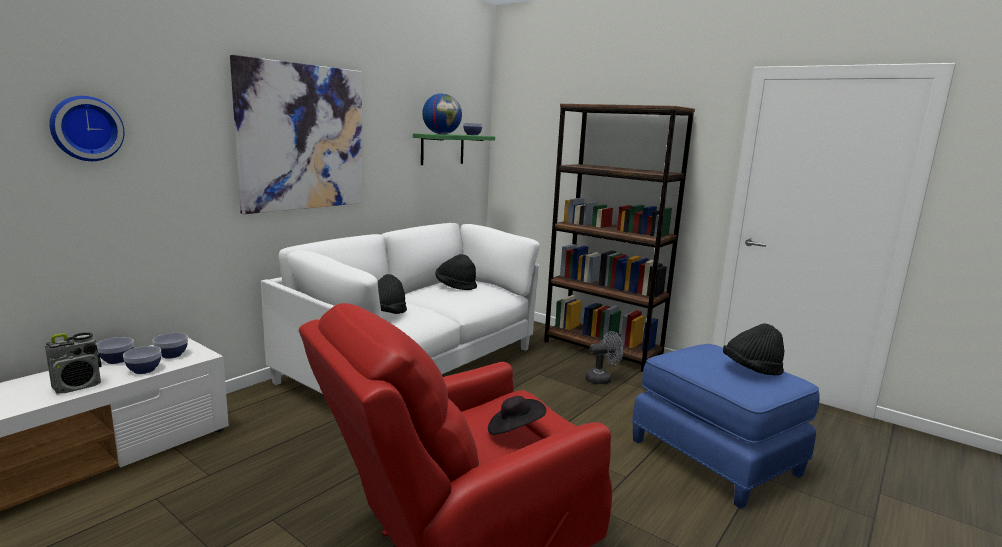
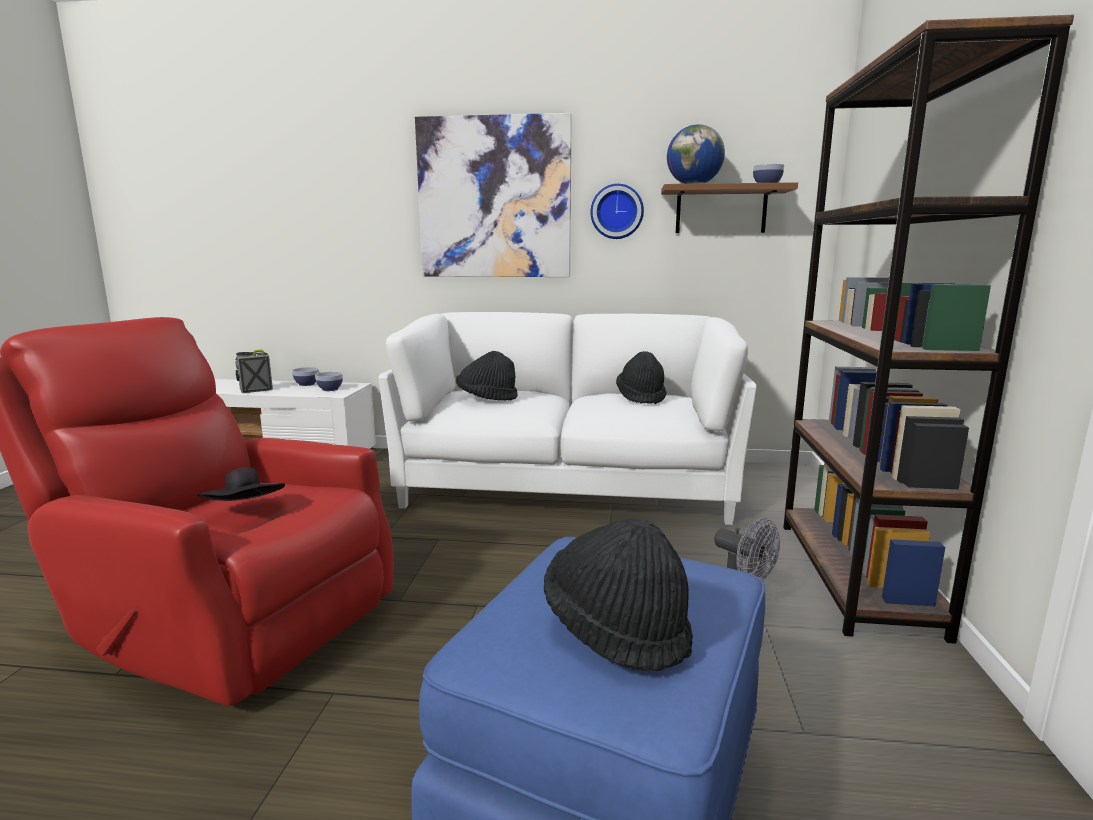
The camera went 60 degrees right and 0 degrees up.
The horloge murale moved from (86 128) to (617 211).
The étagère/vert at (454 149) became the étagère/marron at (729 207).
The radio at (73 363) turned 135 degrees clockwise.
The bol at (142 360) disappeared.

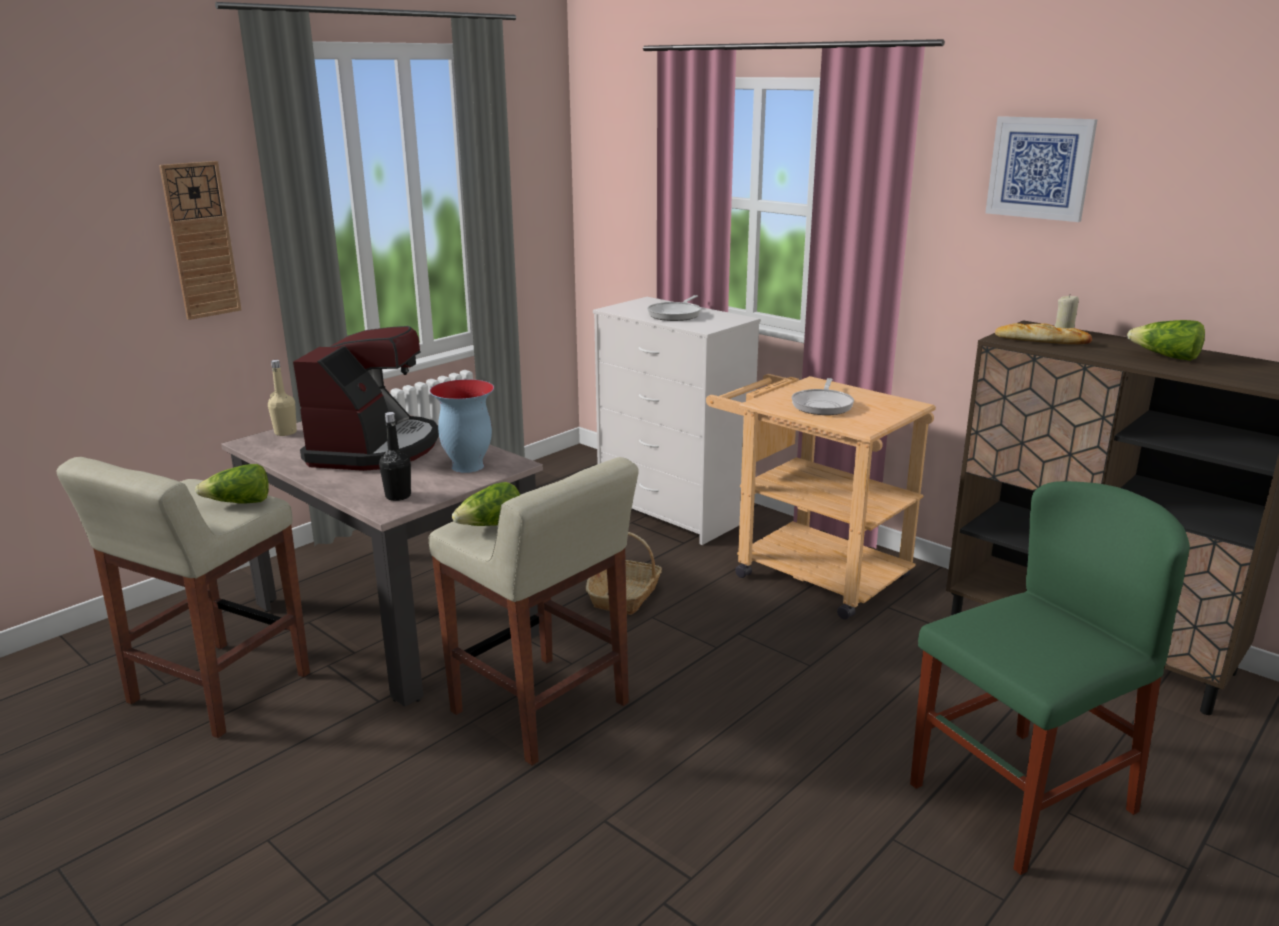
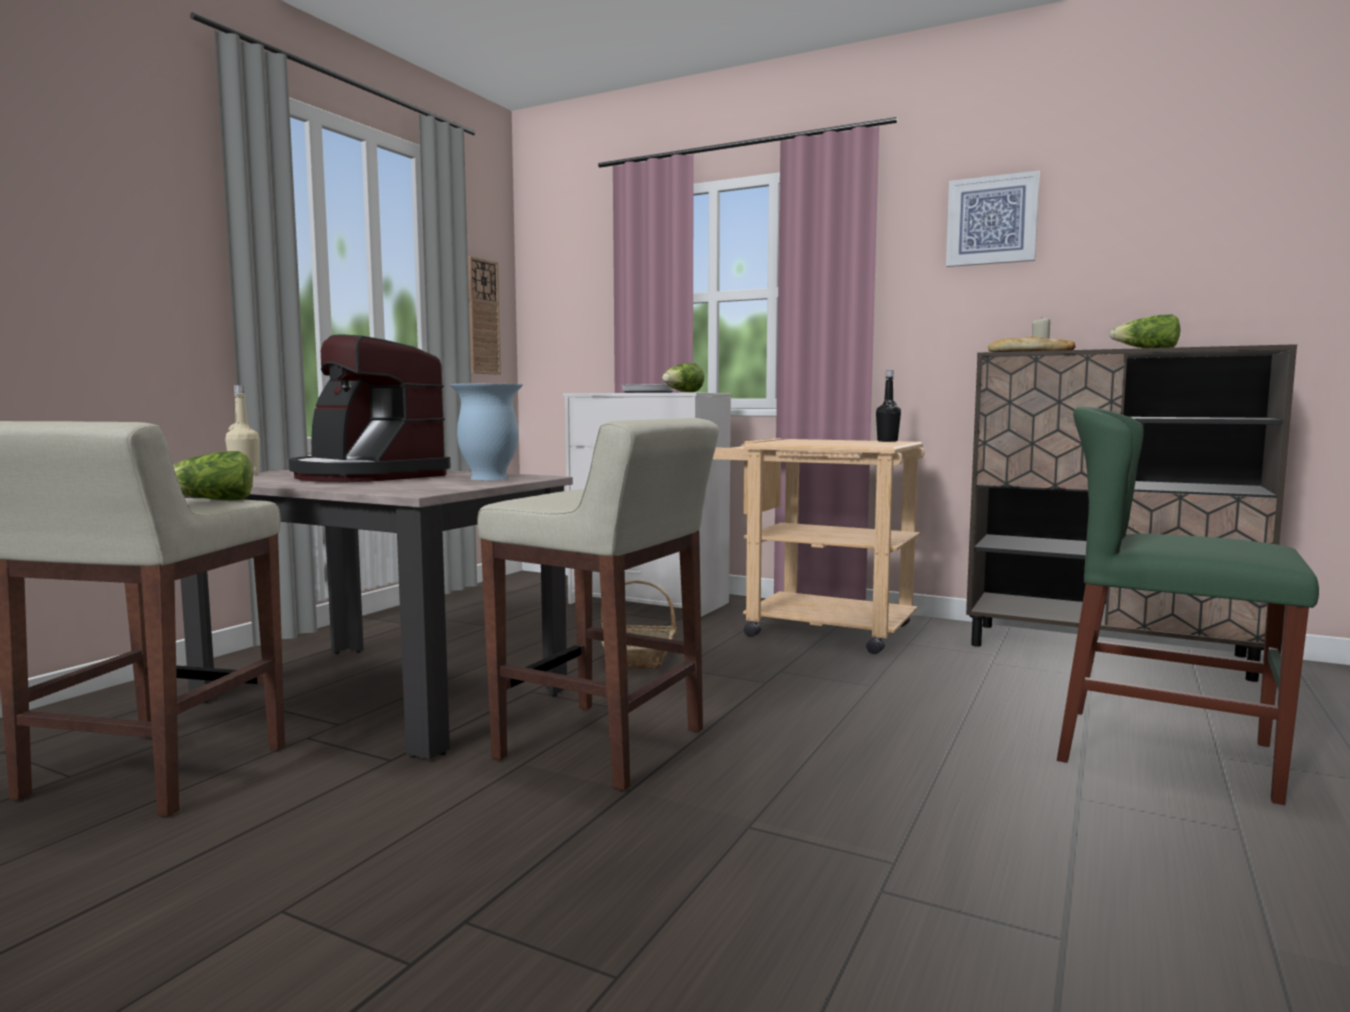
The camera went 15 degrees left and 15 degrees down.
The horloge murale moved from (200 240) to (484 315).
The machine à café at (366 398) turned 135 degrees clockwise.
The poêle at (823 396) disappeared.
The bouteille/noir moved from (395 456) to (888 406).
The chaise/vert at (1050 678) turned 105 degrees counterclockwise.
The laitue moved from (486 504) to (683 377).

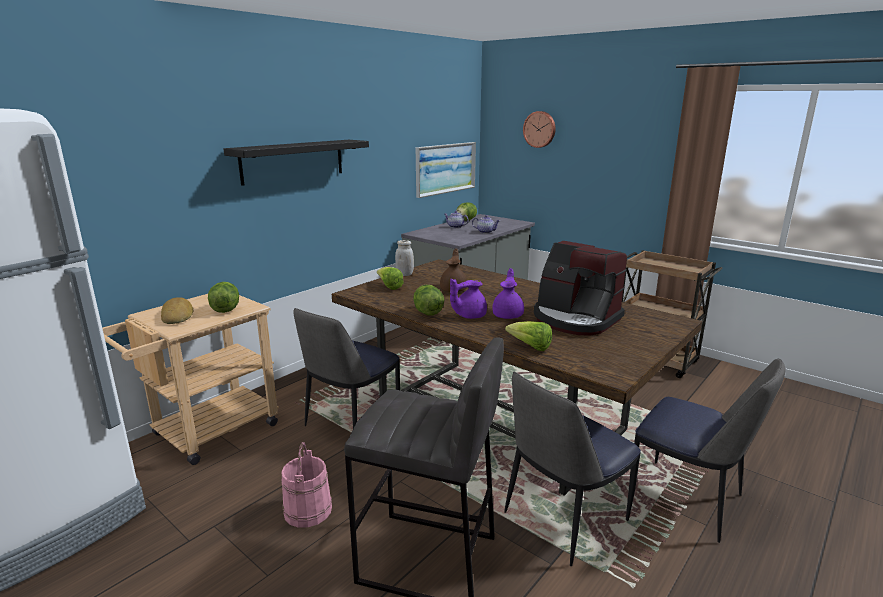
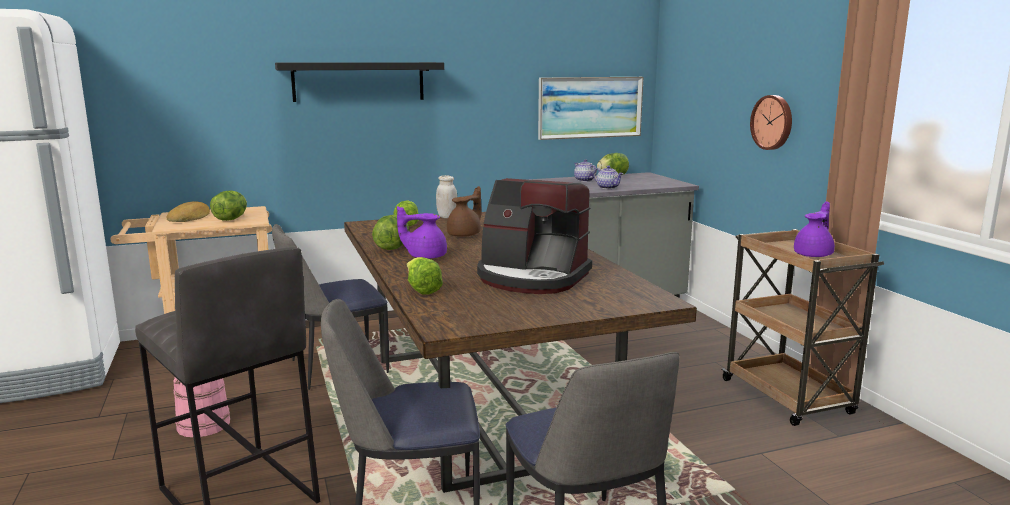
The camera went 30 degrees right and 5 degrees down.
The horloge murale moved from (539 129) to (771 122).
The machine à café at (580 288) turned 45 degrees counterclockwise.
The théière/violet moved from (508 293) to (814 229).

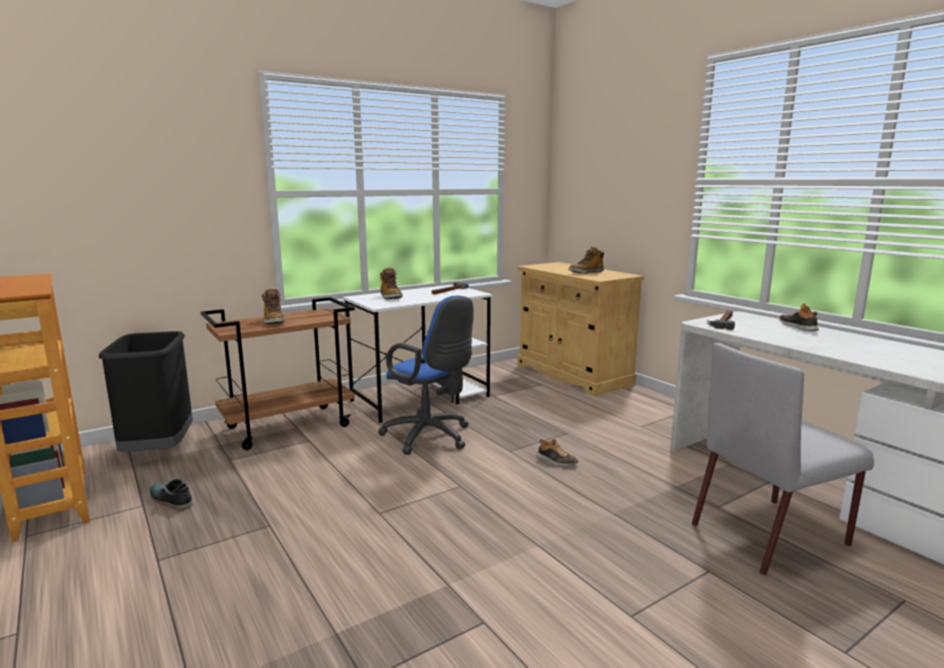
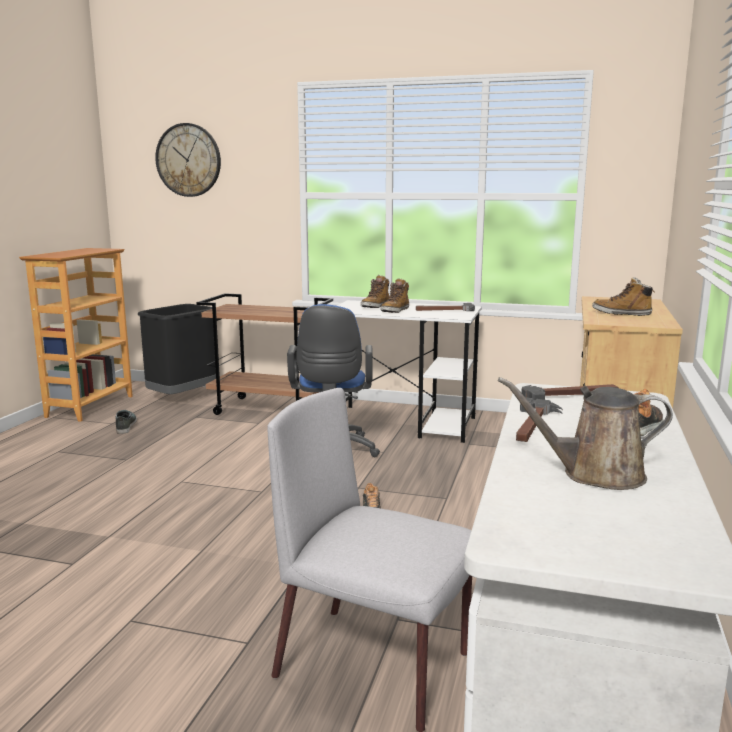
The camera went 50 degrees right and 0 degrees up.
The botte moved from (273 306) to (394 295).
The horloge murale at (188 160) appeared.
The arrosoir/marron at (585 433) appeared.
The marteau at (539 419) appeared.

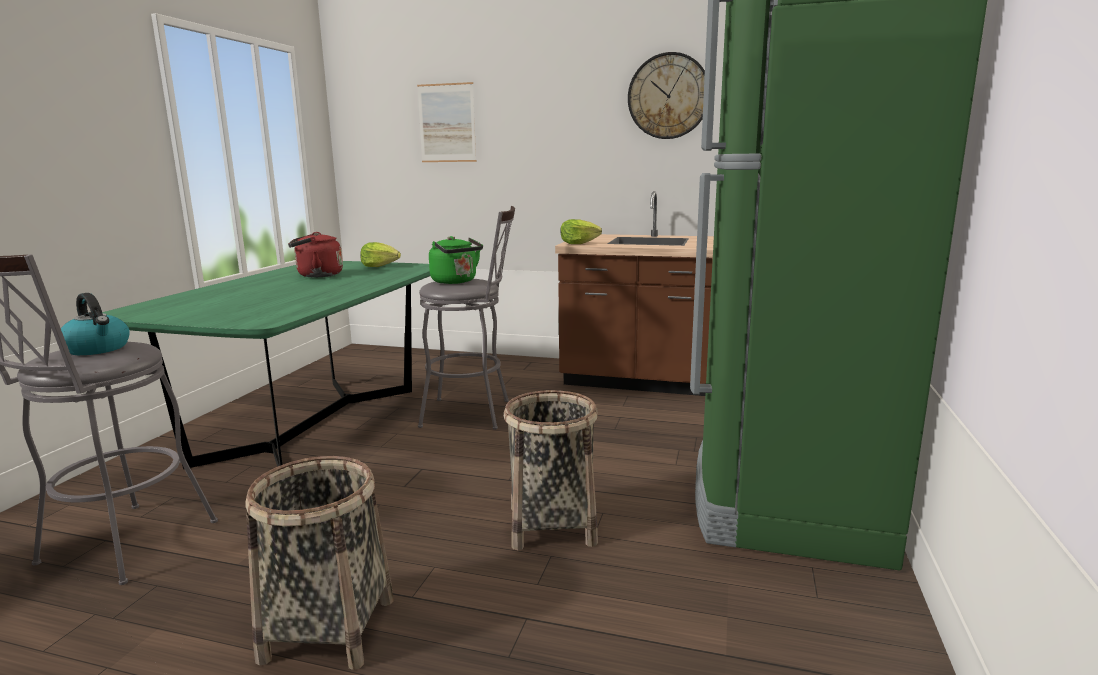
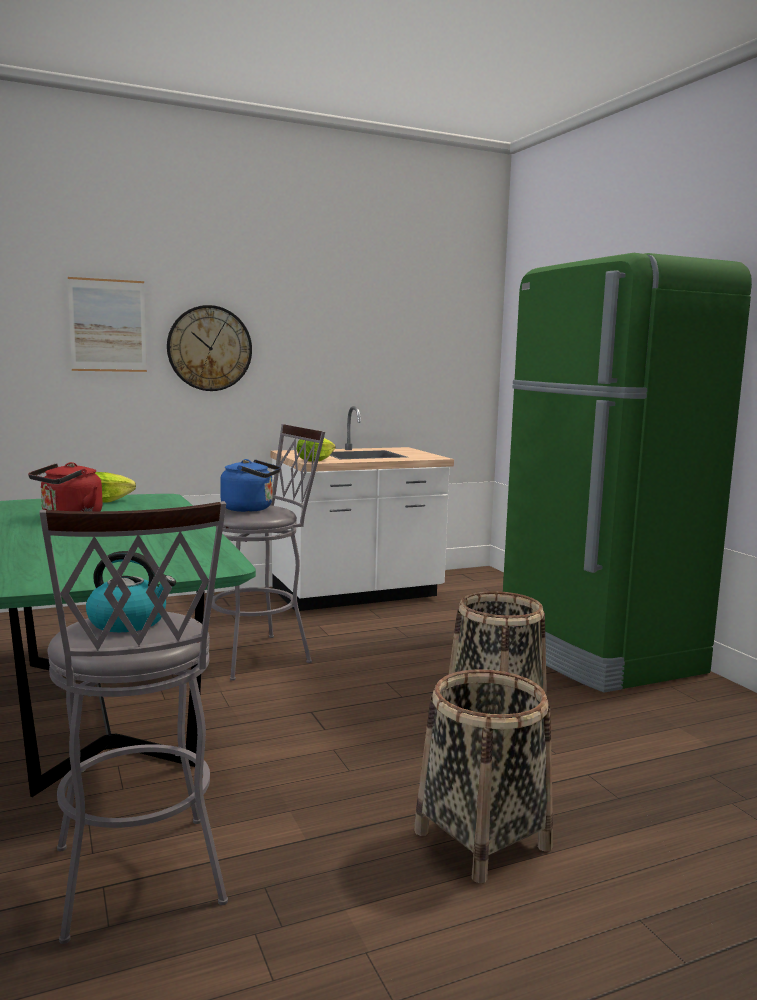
The camera went 40 degrees left and 5 degrees down.
The horloge murale moved from (666 95) to (209 348).
The comptoir de cuisine/marron at (634 293) became the comptoir de cuisine/blanc at (362 508).
The bouilloire/vert at (456 260) became the bouilloire/bleu at (250 485).

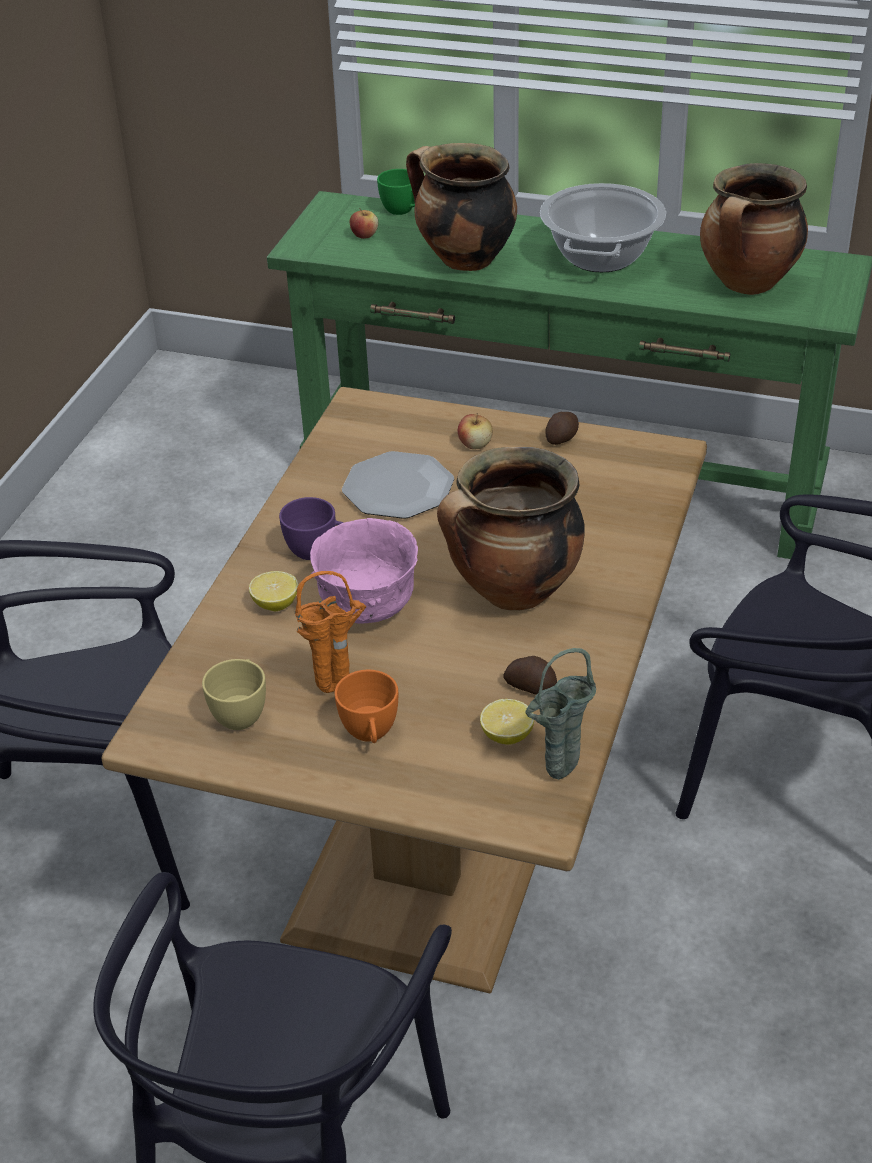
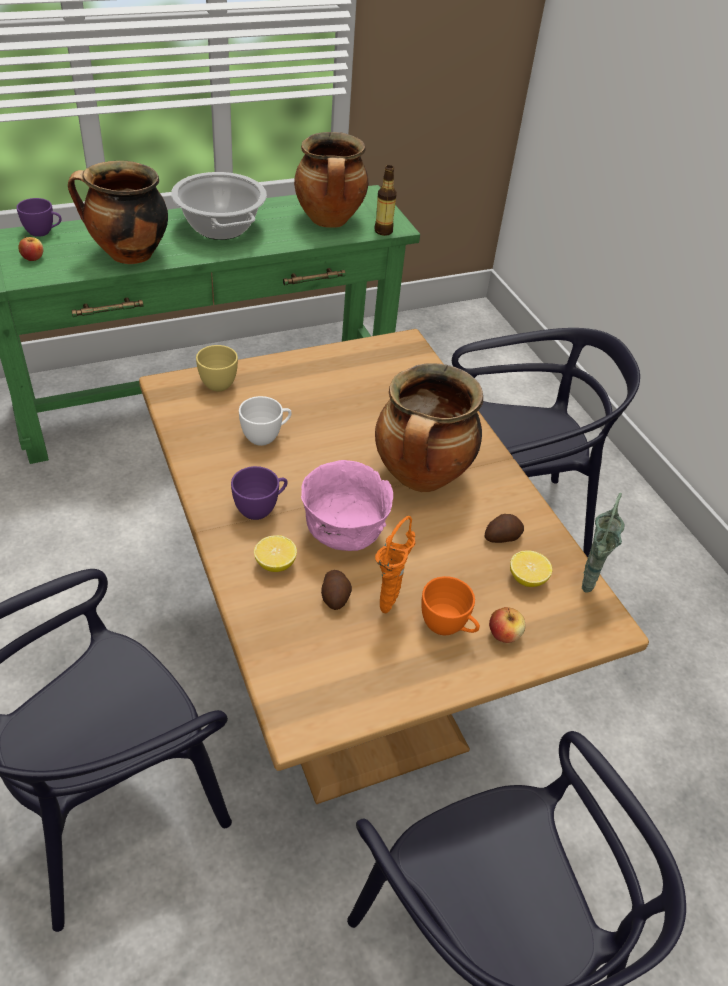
The camera went 45 degrees left and 5 degrees up.
The tasse/vert at (396 192) became the tasse/violet at (39 217).
The pomme de terre moved from (562 428) to (336 590).
The pomme moved from (475 431) to (507 625).
The assiette at (398 485) was replaced by the tasse/blanc at (265 421).
The tasse/jaune moved from (234 694) to (217 368).
The bouteille at (385 200) appeared.

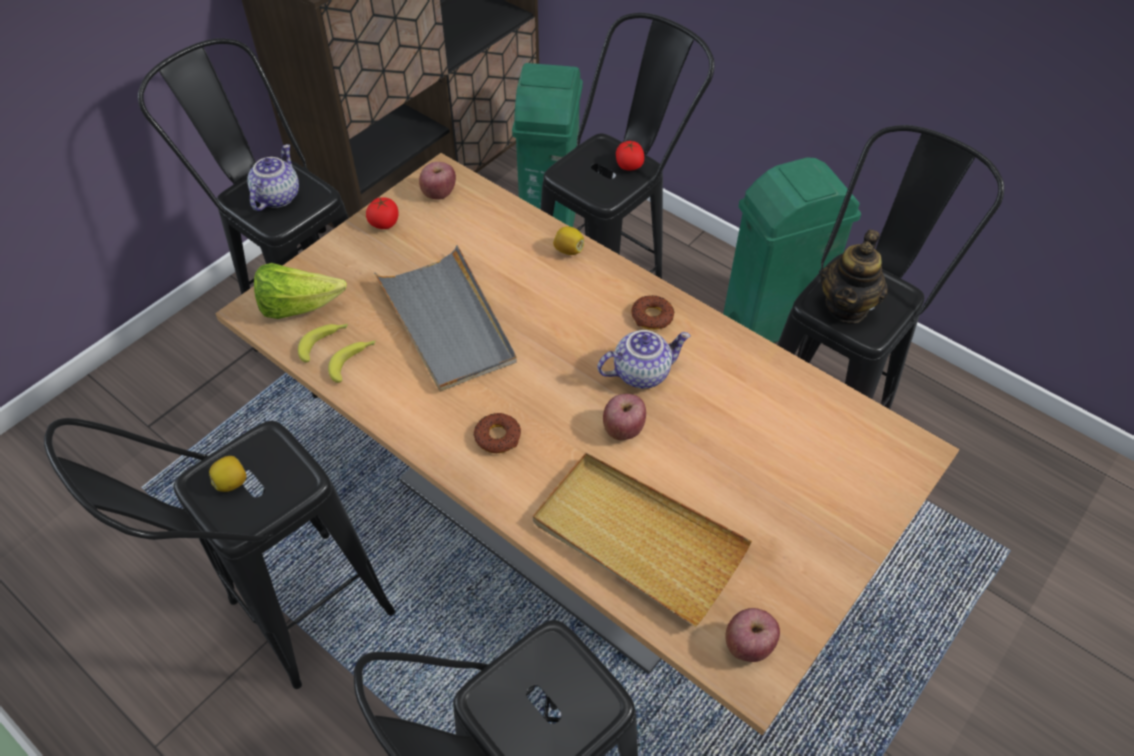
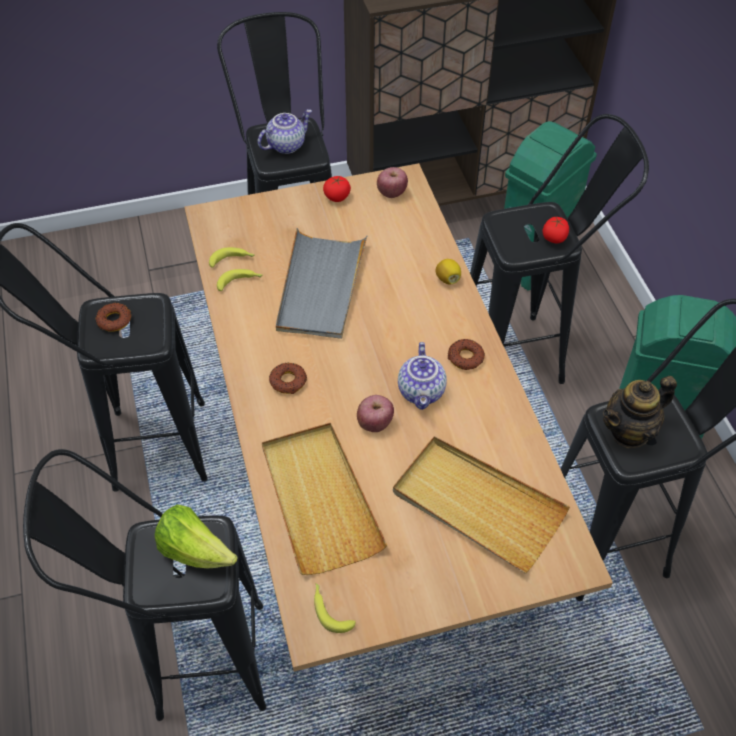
The camera went 35 degrees right and 0 degrees up.
The laitue moved from (300 291) to (196 536).
The théière at (643 359) turned 75 degrees clockwise.
The citron at (228 474) was replaced by the beignet at (113 317).
The pomme at (753 635) was replaced by the banane at (335 608).
The plateau/beige at (481 505) appeared.

